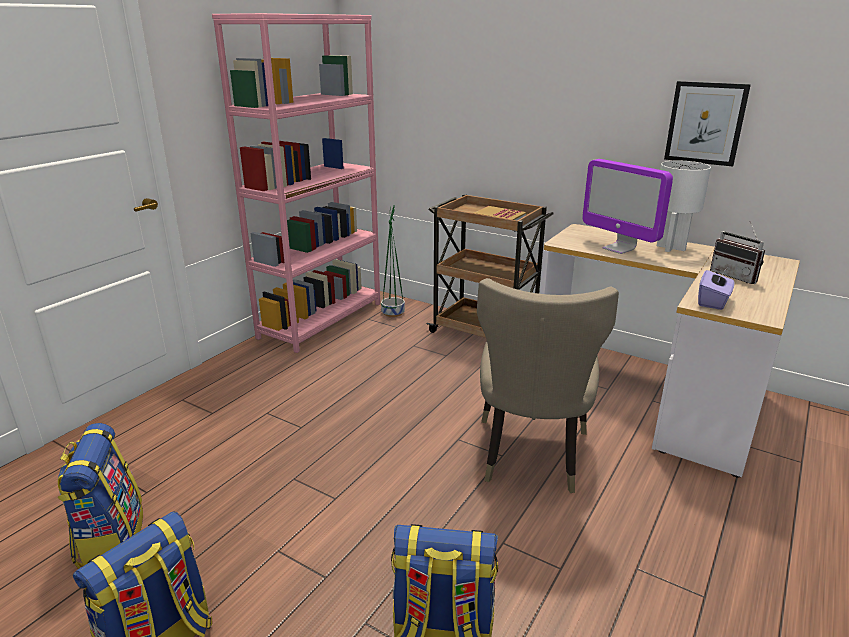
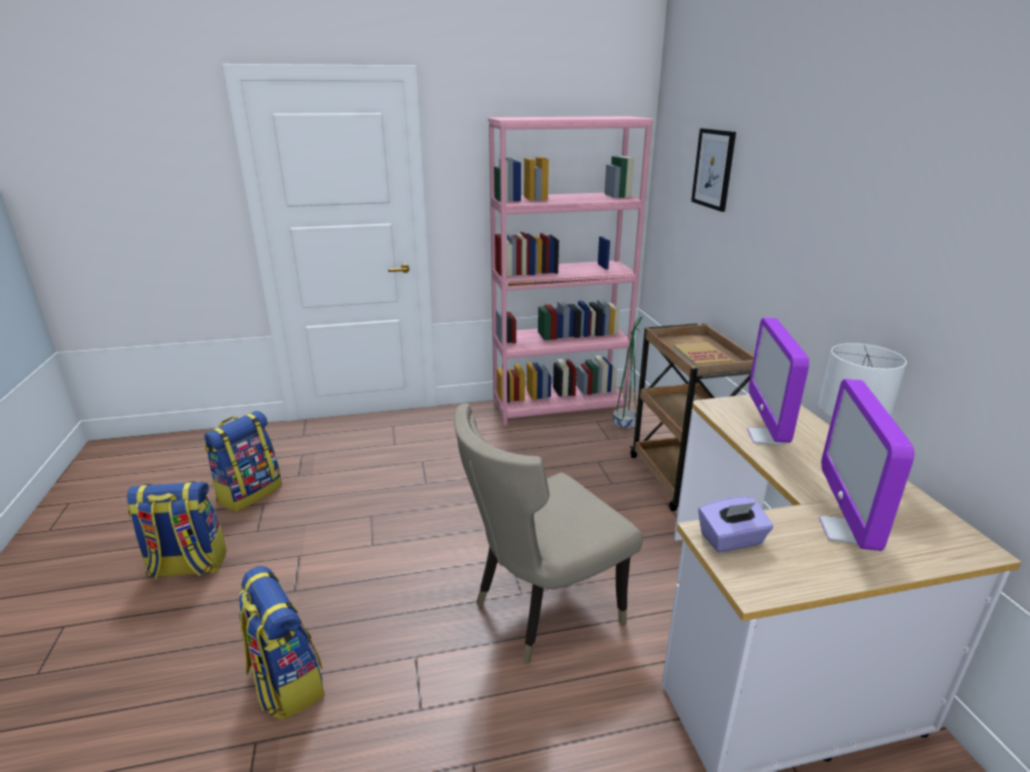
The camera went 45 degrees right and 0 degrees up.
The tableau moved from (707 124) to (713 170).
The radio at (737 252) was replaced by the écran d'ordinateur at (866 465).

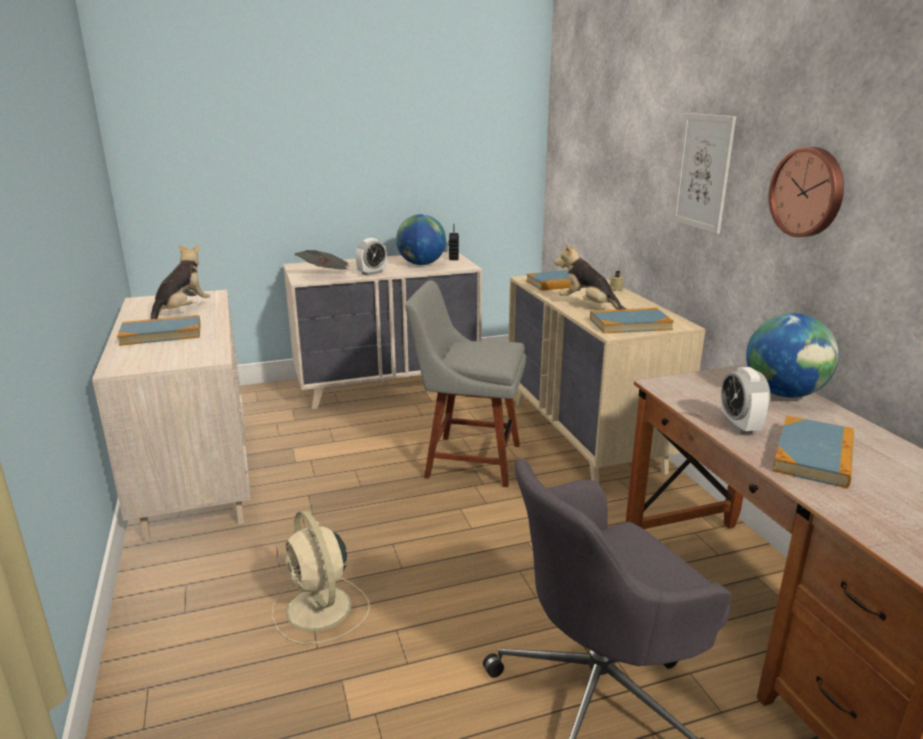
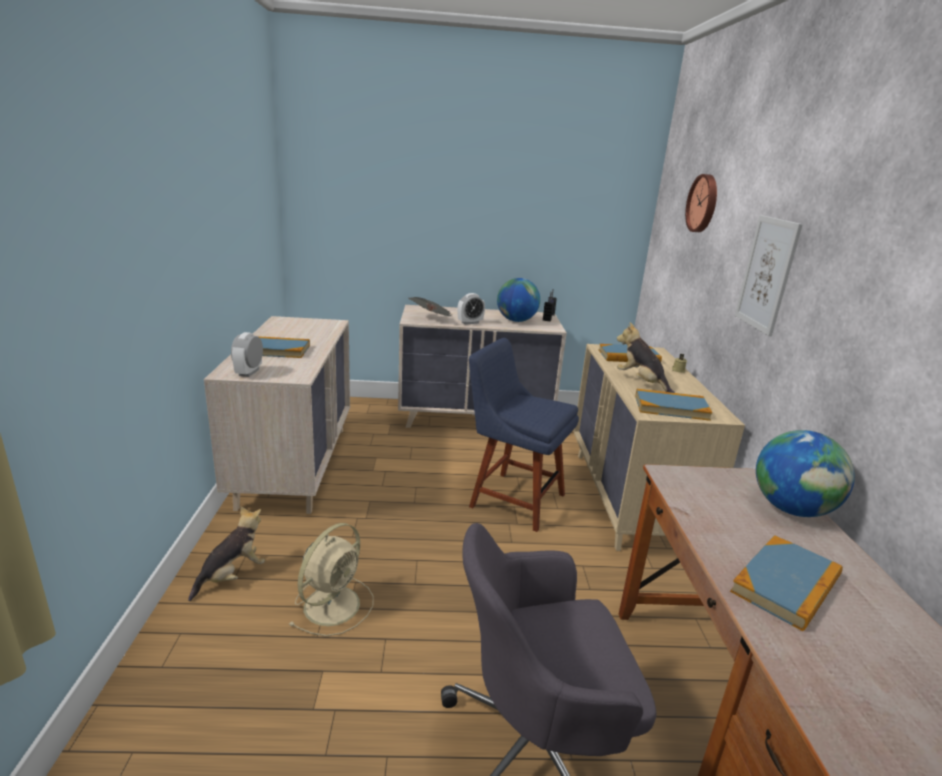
The camera went 15 degrees right and 0 degrees up.
The horloge murale moved from (806 192) to (701 203).
The peluche moved from (180 281) to (226 553).
The chaise/gris at (465 383) became the chaise/bleu at (524 435).
The réveil moved from (746 400) to (247 354).
The ventilateur/beige at (321 577) turned 135 degrees counterclockwise.

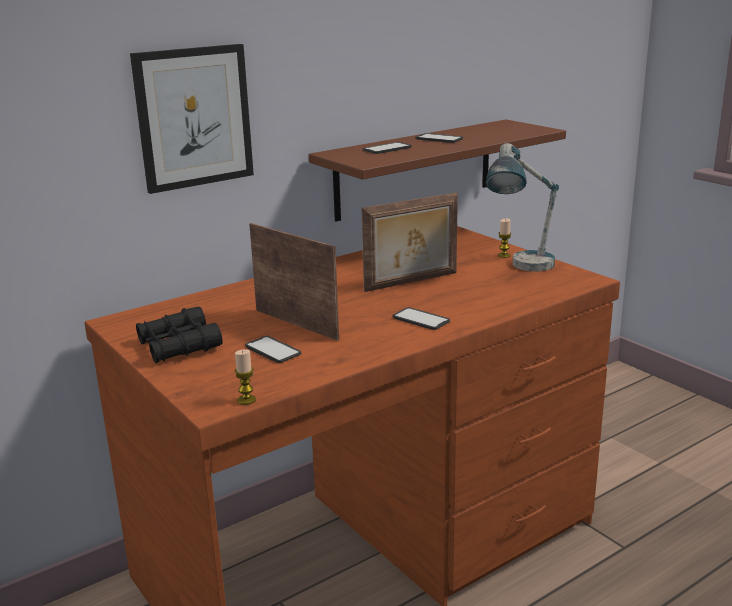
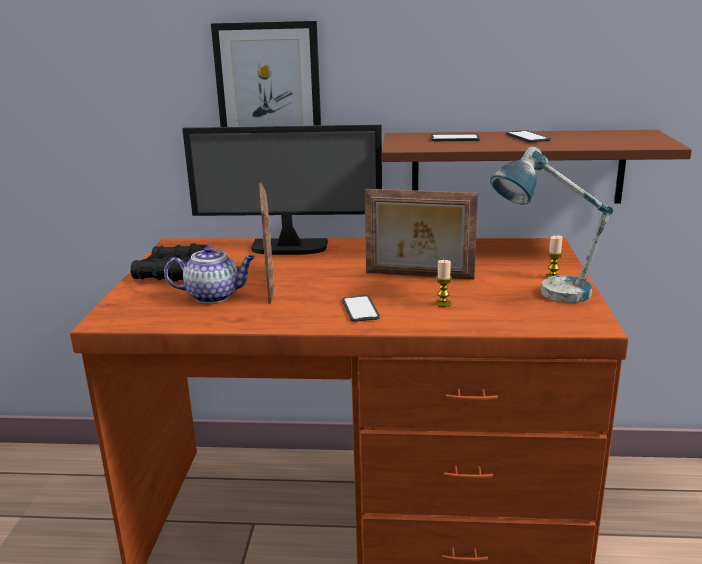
The camera went 40 degrees right and 0 degrees up.
The téléphone at (273 349) was replaced by the théière at (209 274).
The bougie moved from (245 377) to (443 283).
The écran d'ordinateur at (282 189) appeared.

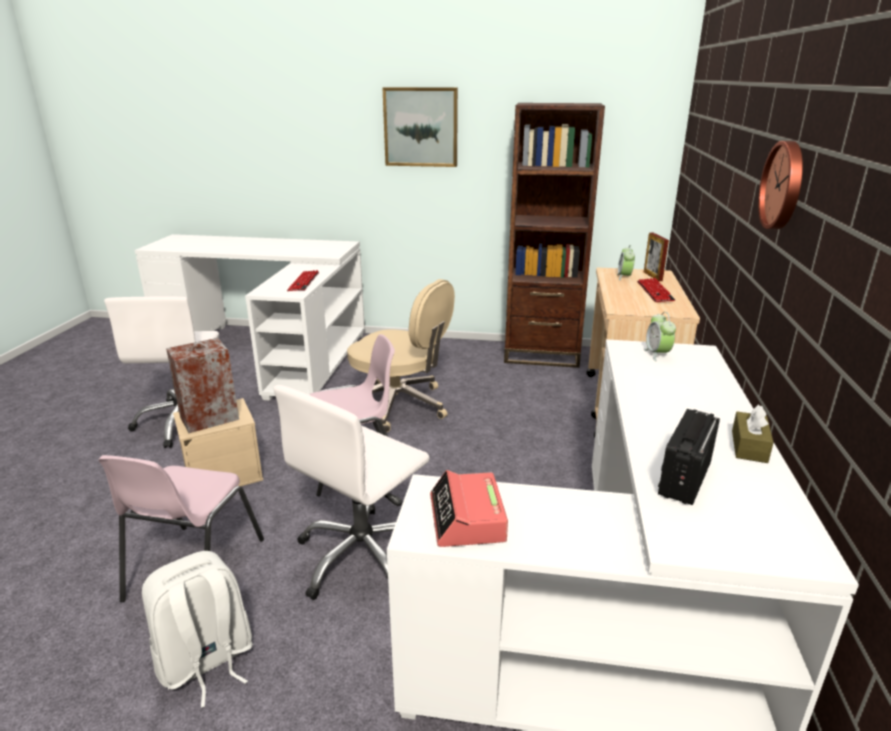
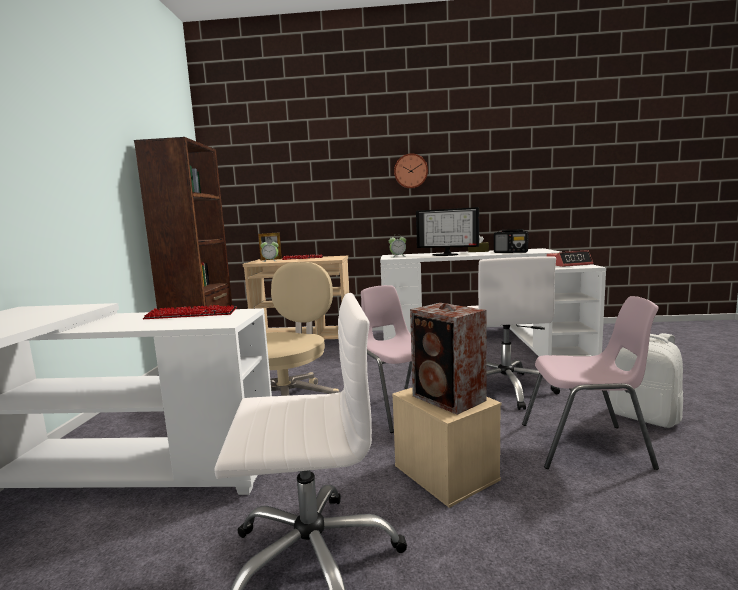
The camera went 95 degrees left and 15 degrees down.
The tableau at (420 127) disappeared.
The chaise de bureau/blanc at (351 492) turned 60 degrees clockwise.
The écran d'ordinateur at (447 231) appeared.

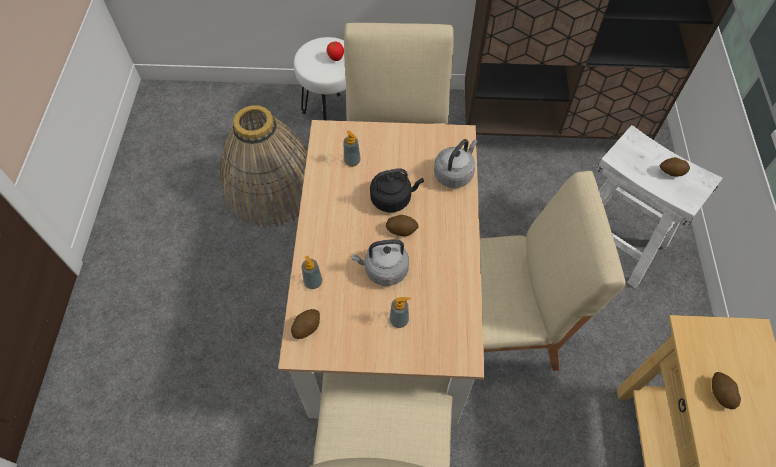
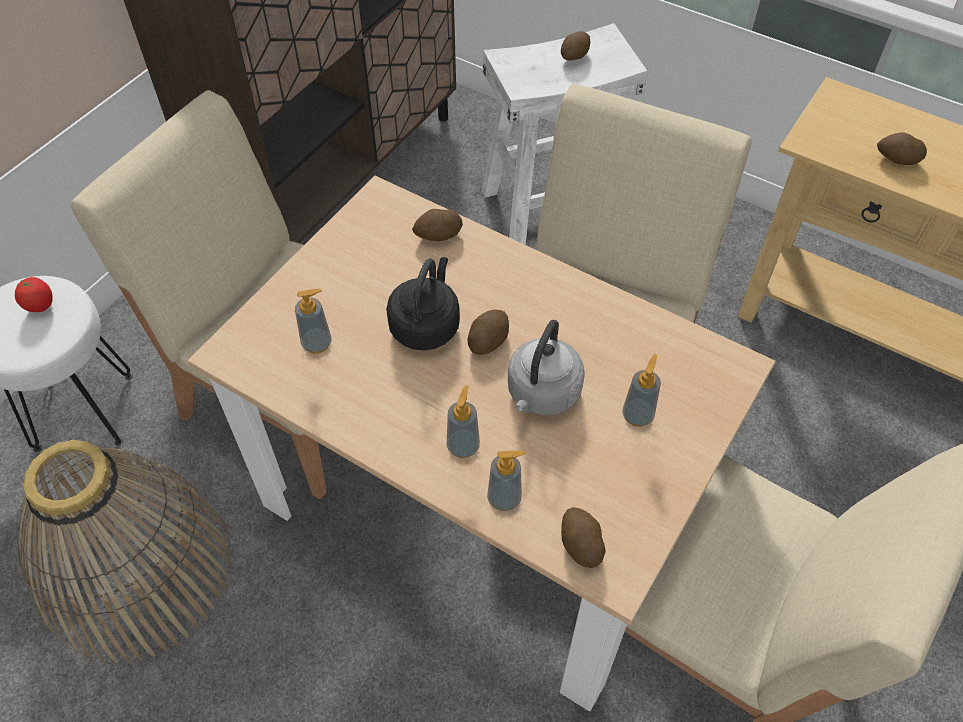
The camera went 60 degrees left and 5 degrees down.
The bouilloire/gris at (455 163) was replaced by the pomme de terre at (437 225).
The distributeur de savon at (463 421) appeared.

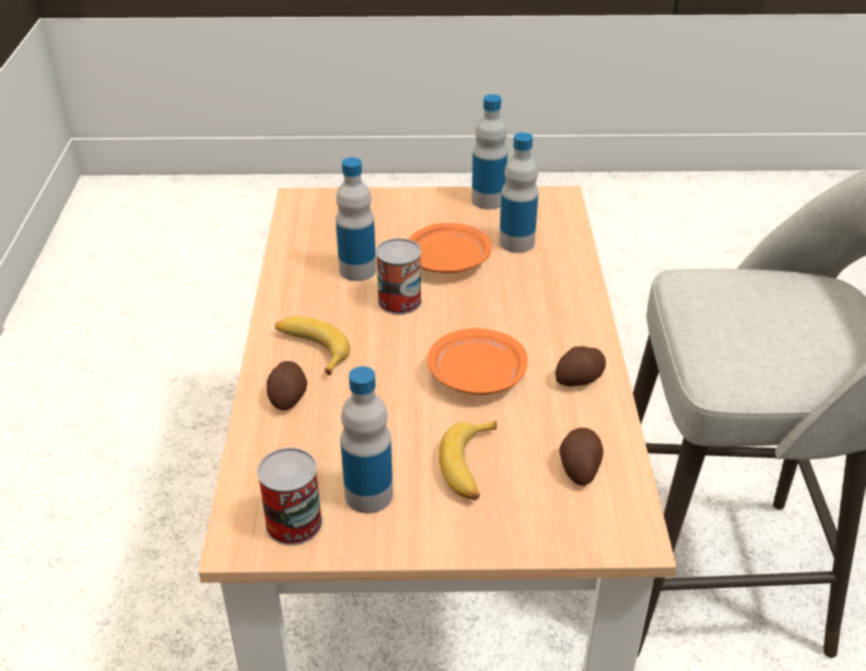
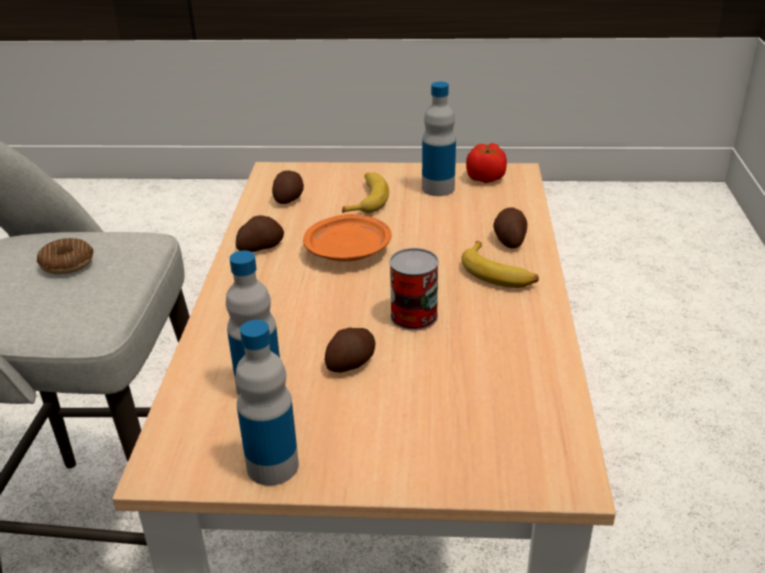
The camera went 175 degrees left and 5 degrees down.
The bouteille at (356 219) disappeared.
The assiette/orange at (450 248) was replaced by the pomme de terre at (350 349).
The boîte métallique at (289 496) was replaced by the tomate at (486 163).
The beignet at (65 256) appeared.

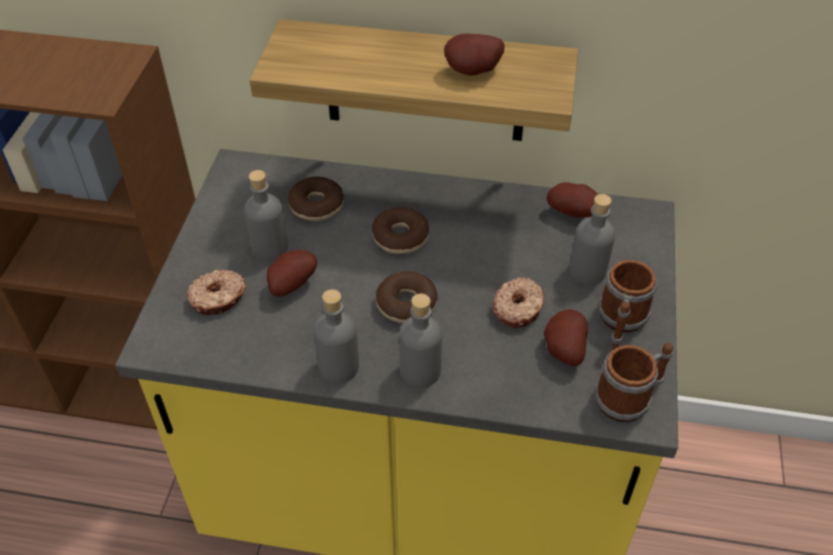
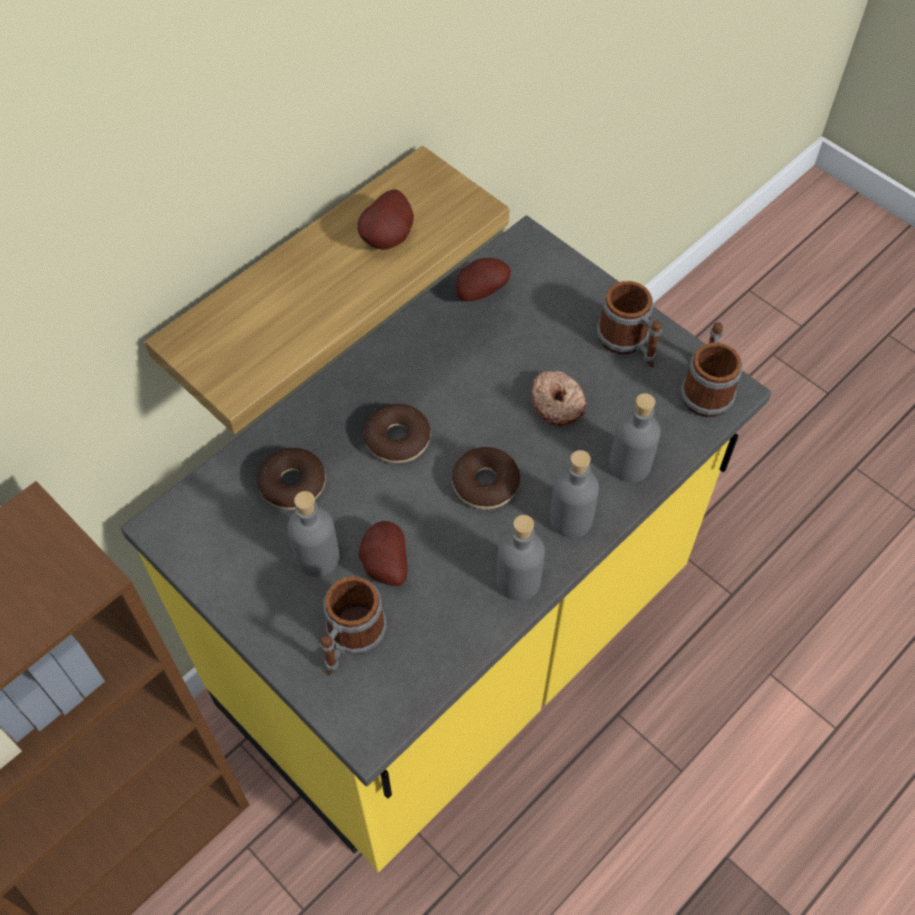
The camera went 55 degrees left and 10 degrees up.
The bouteille/gris moved from (592 239) to (635 438).
The beignet at (216 292) was replaced by the mug at (353 625).
The pomme de terre at (566 337) disappeared.

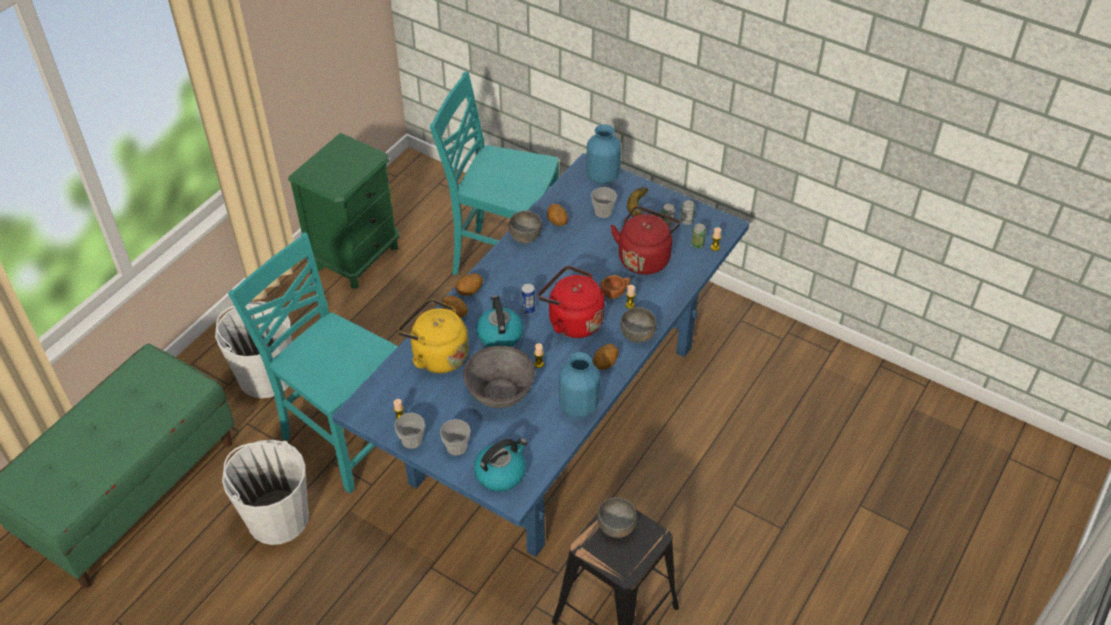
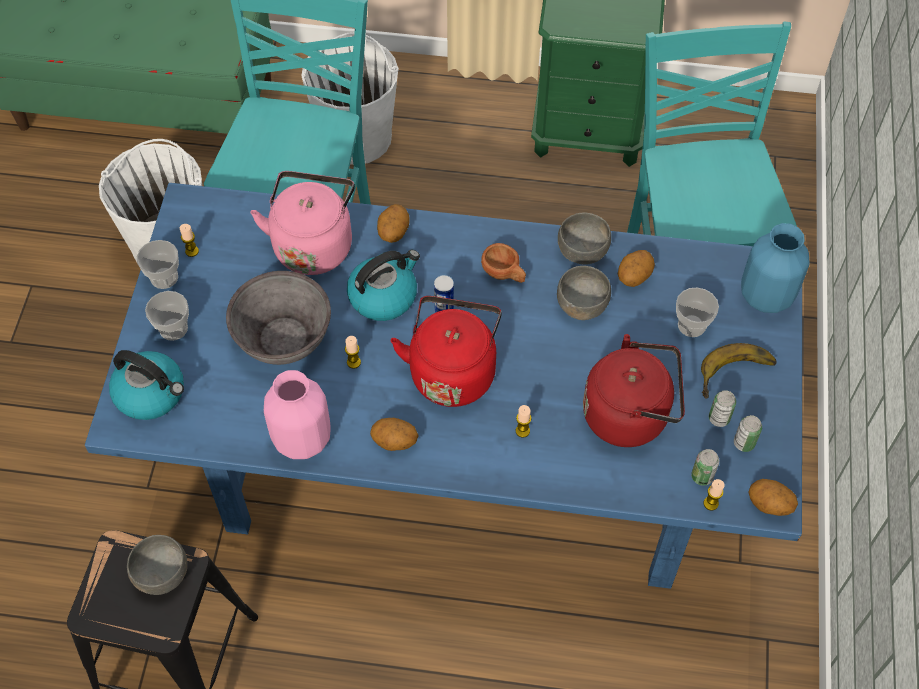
The camera went 65 degrees right and 10 degrees up.
The pomme de terre moved from (469 284) to (773 497).
The tasse/marron moved from (615 287) to (503 263).
The bouilloire/jaune at (433 336) became the bouilloire/rose at (302 223).
The bol/gris moved from (638 325) to (584 293).
The vase/bleu at (579 384) became the vase/rose at (297 414).

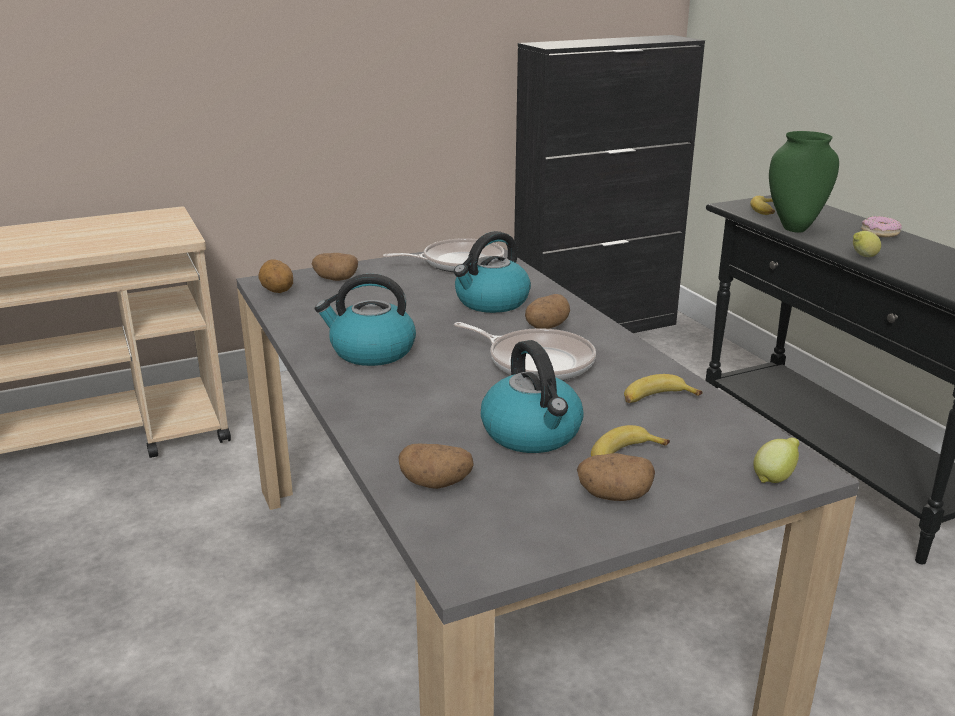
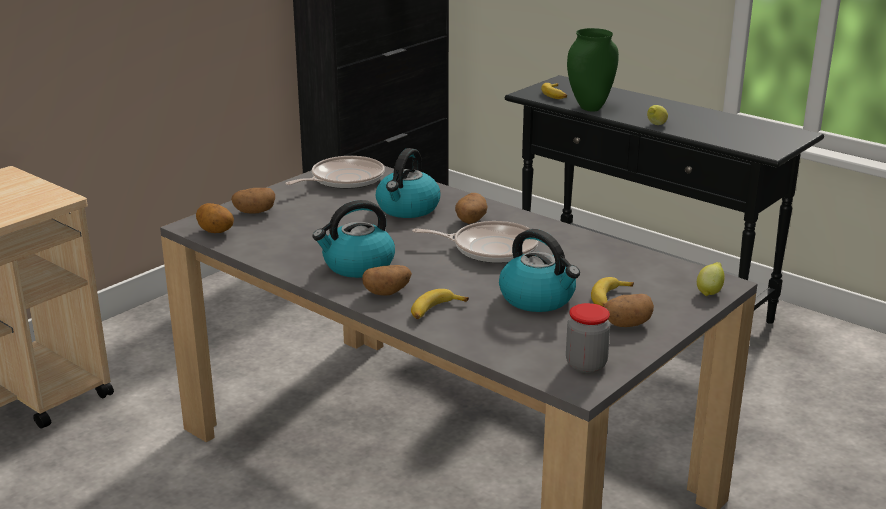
The camera went 25 degrees left and 0 degrees up.
The beignet at (881 226) disappeared.
The banane moved from (663 388) to (440 304).
The pomme de terre moved from (436 466) to (387 280).
The bocal at (588 338) appeared.

